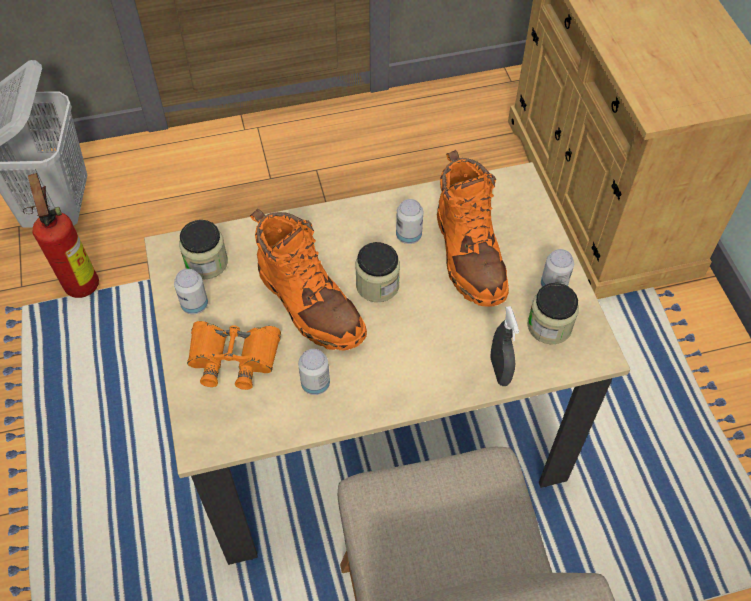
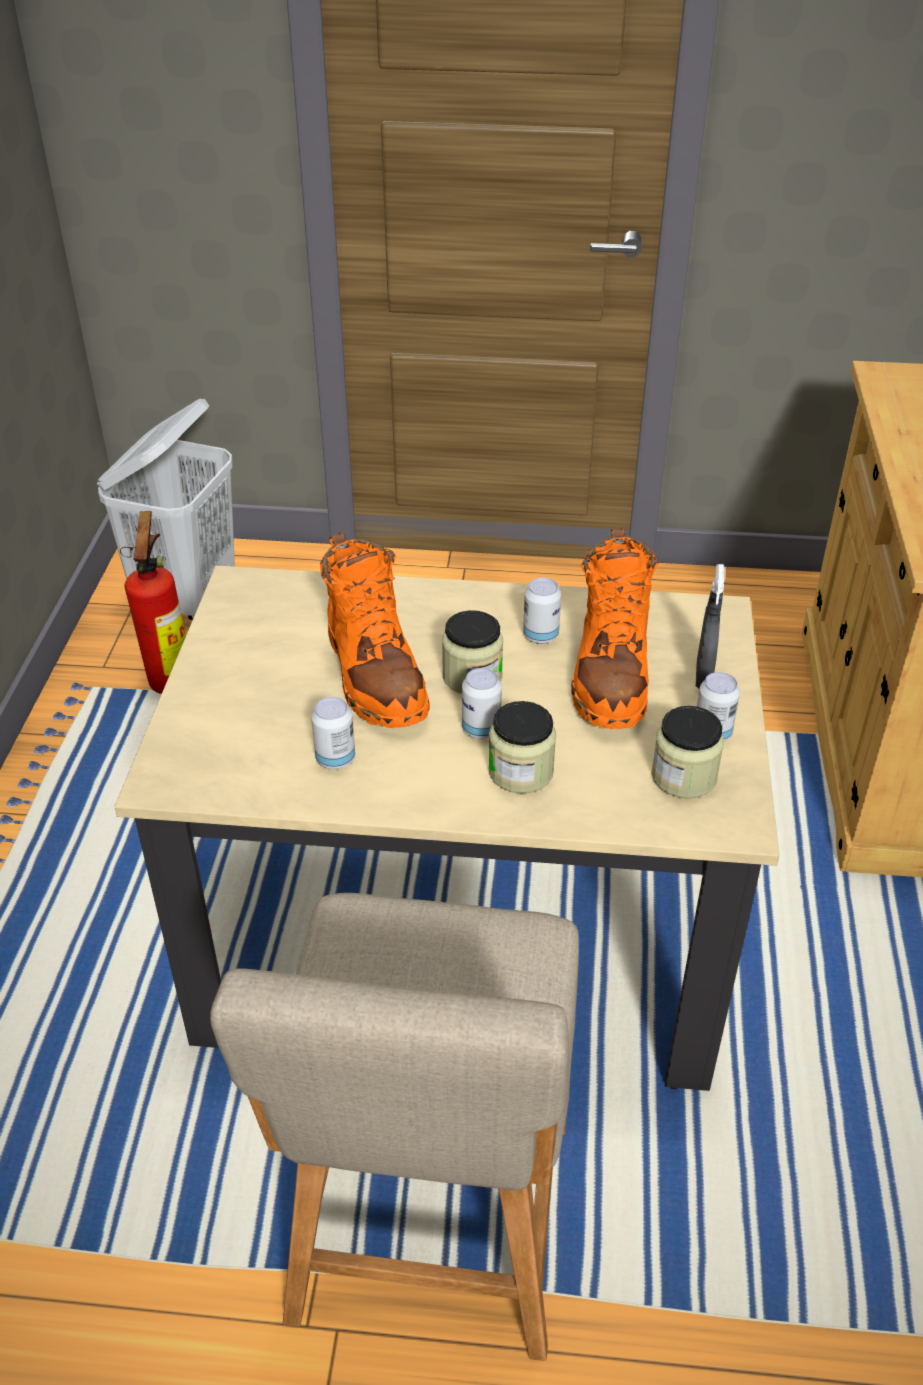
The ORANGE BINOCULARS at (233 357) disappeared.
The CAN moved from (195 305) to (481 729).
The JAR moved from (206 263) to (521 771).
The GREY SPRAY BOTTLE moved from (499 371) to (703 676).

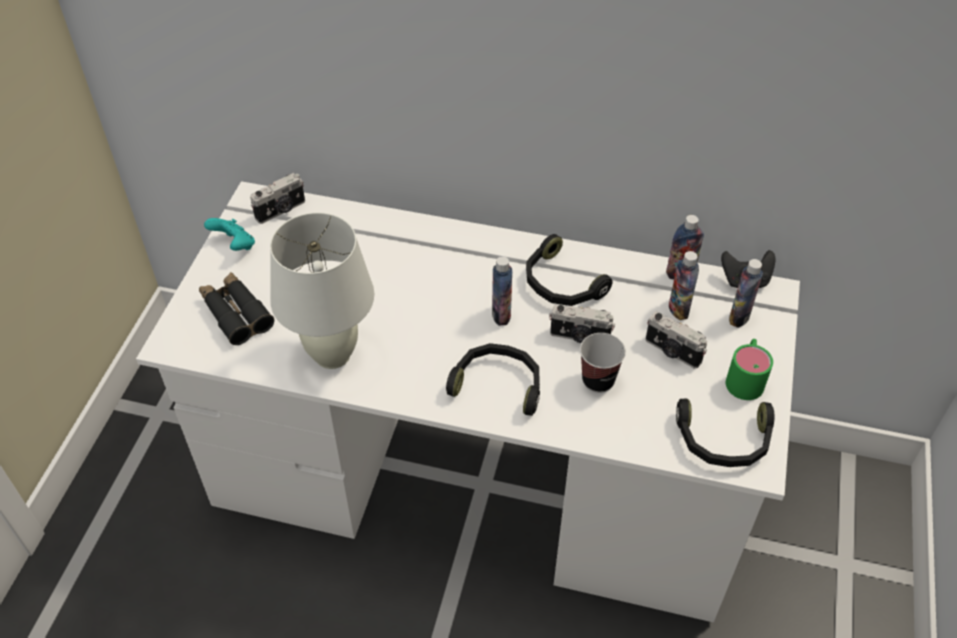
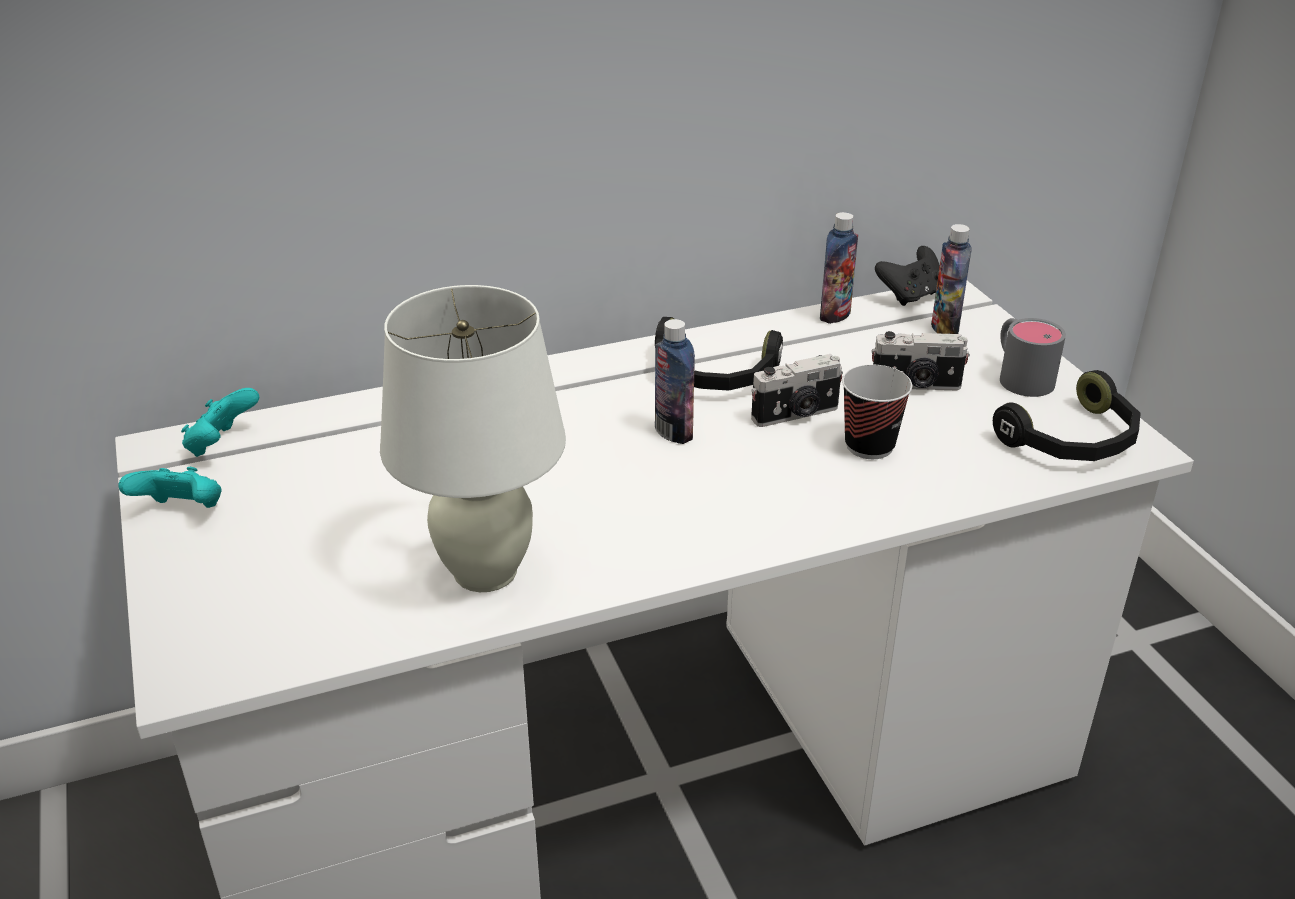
The BLACK BINOCULARS at (236 313) disappeared.
The BLACK HEADPHONES at (498 384) disappeared.
The BOTTLE at (678 309) disappeared.
The PHOTO CAMERA at (281 211) was replaced by the TURQUOISE GAME CONTROLLER at (222 445).
The GREEN MUG at (745 377) became the GREY MUG at (1019 375).

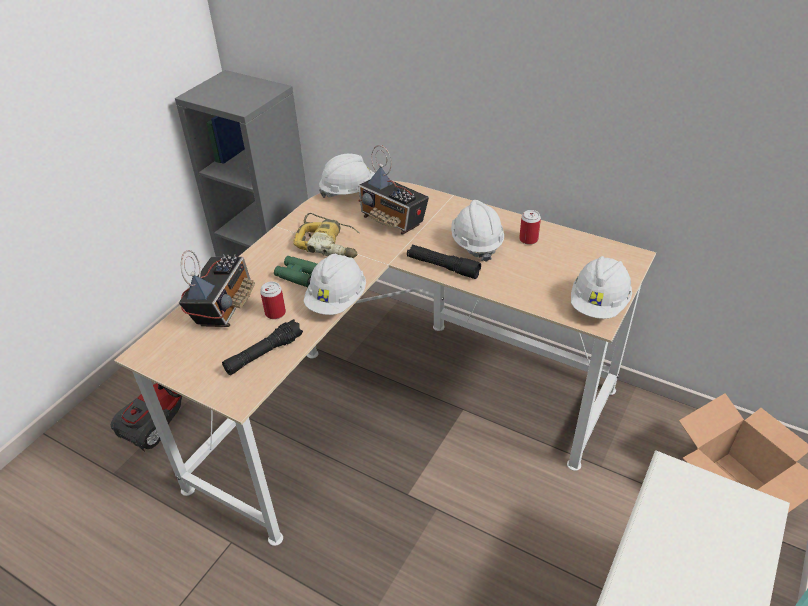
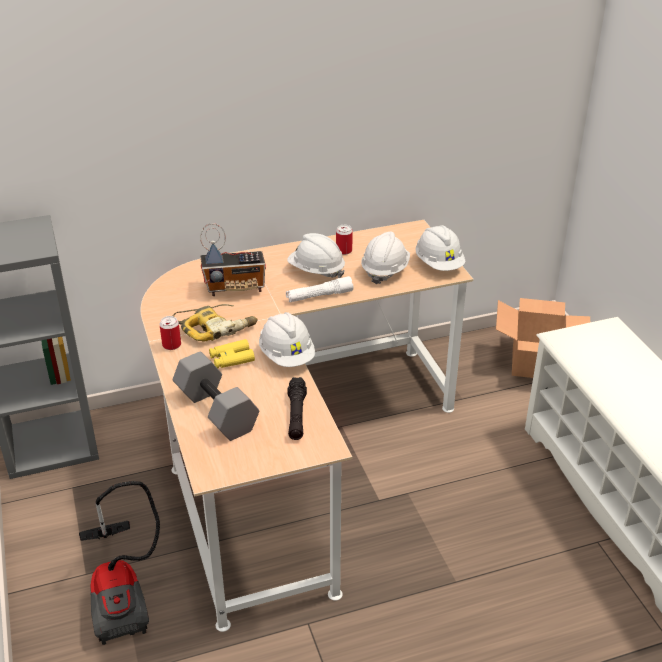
The CAN moved from (275 313) to (171 345).
The WHITE HARD HAT moved from (350 192) to (385 270).
The RADIO at (223 308) was replaced by the GREY DUMBBELL at (214 411).
The GREEN BINOCULARS at (299 275) became the YELLOW BINOCULARS at (231 359).
The BLACK FLASHLIGHT at (443 267) became the WHITE FLASHLIGHT at (319 296).

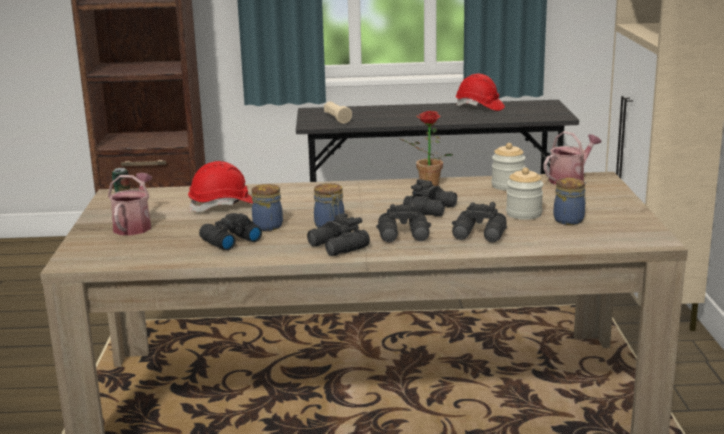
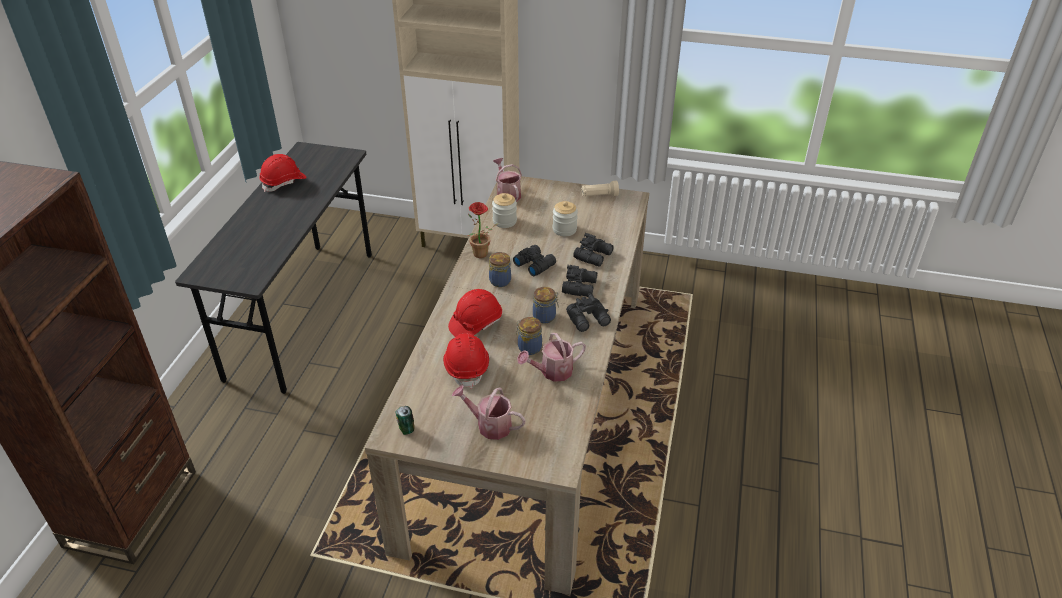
The RED HARD HAT at (475 323) appeared.
The BEIGE FLASHLIGHT moved from (337 119) to (599 196).
The JAR moved from (570 220) to (500 280).
The BLACK BINOCULARS at (229 241) was replaced by the WATERING CAN at (552 372).

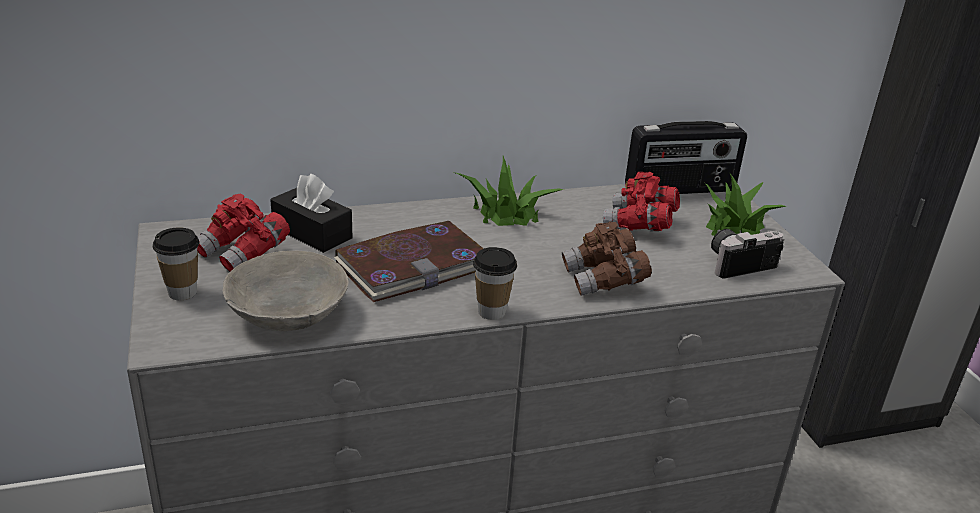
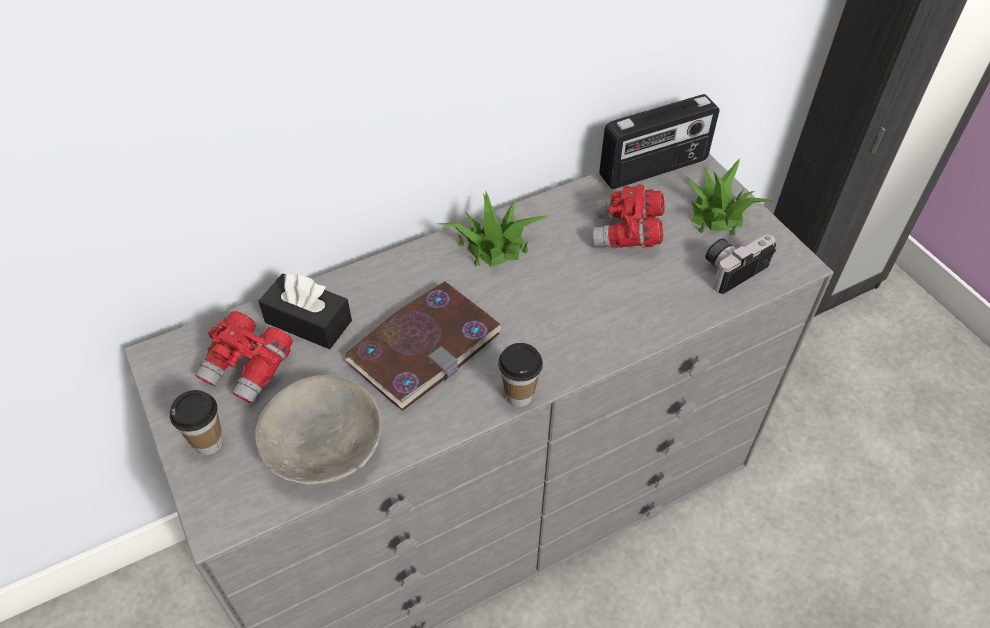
The BROWN BINOCULARS at (604 280) disappeared.

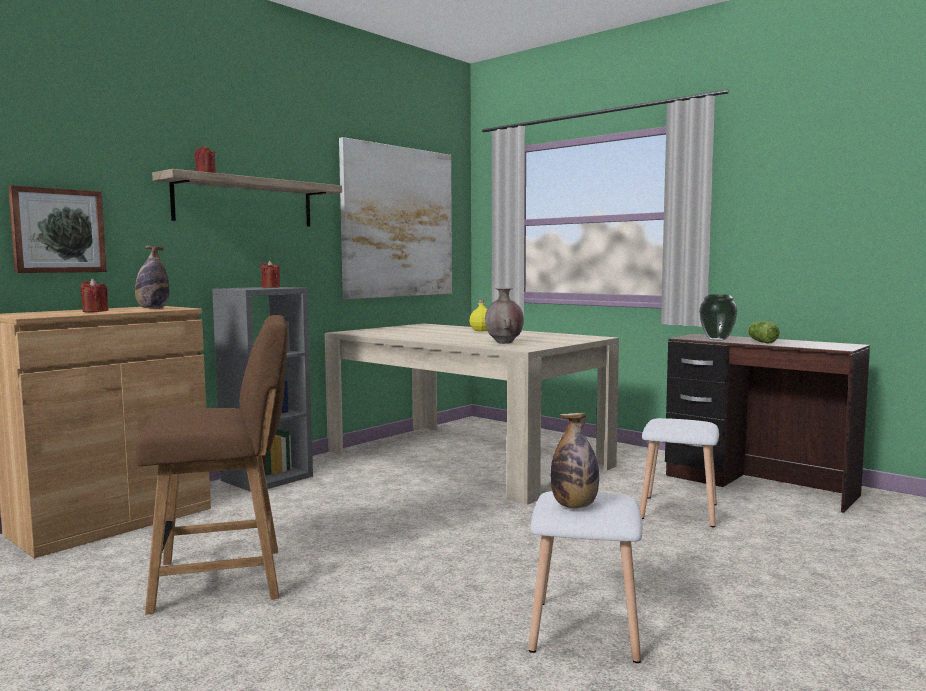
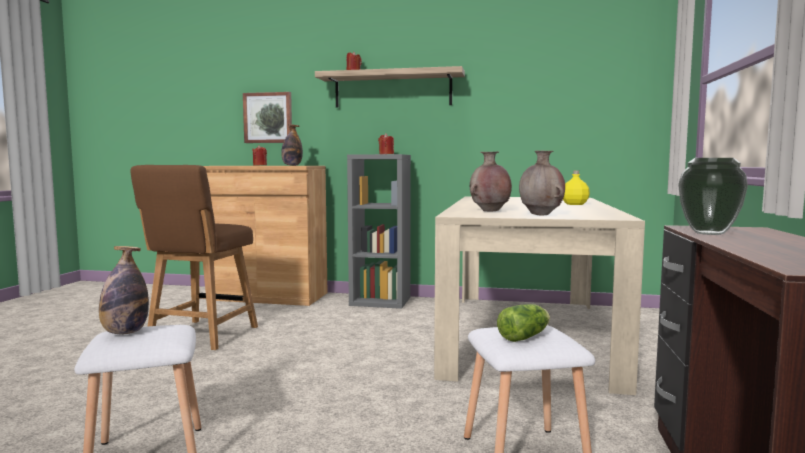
The PICTURE at (398 222) disappeared.
The BROWN VASE at (541 214) appeared.
The LETTUCE moved from (761 342) to (526 336).
The BROWN CHAIR at (227 578) turned 60 degrees clockwise.

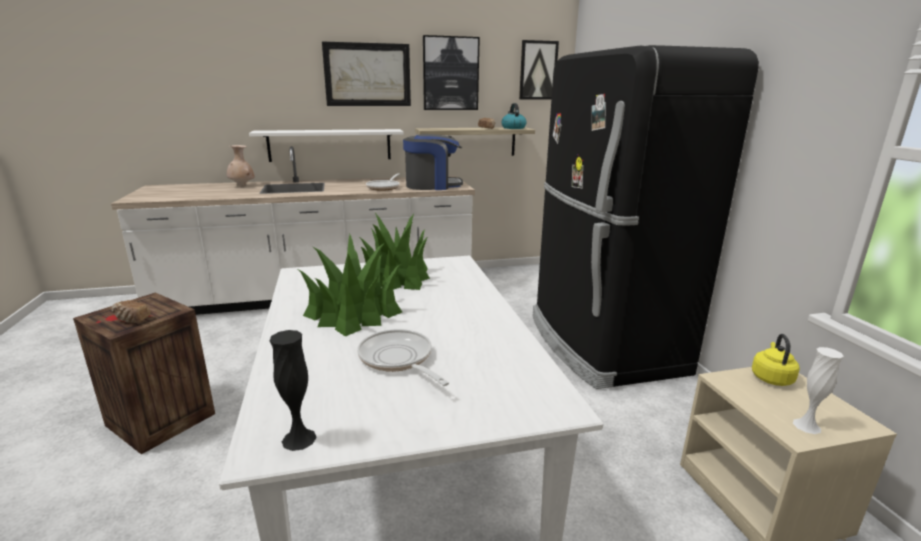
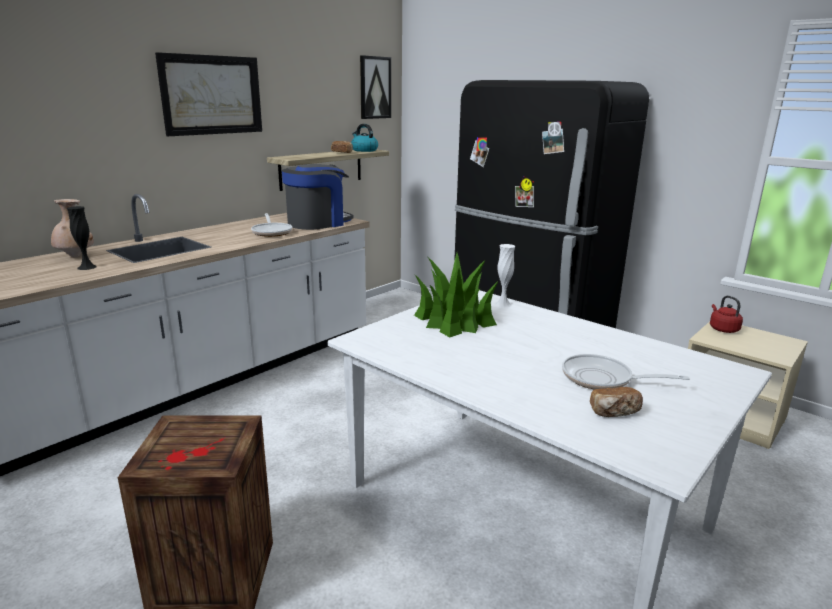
The WHITE SHELF at (330 145) disappeared.
The POTTED PLANT at (354 313) disappeared.
The PICTURE at (450 74) disappeared.
The BREAD moved from (131 319) to (615 412).
The BLACK VASE moved from (299 439) to (87 267).
The WHITE VASE moved from (806 426) to (503 304).
The YELLOW KETTLE at (771 377) became the RED KETTLE at (722 329).

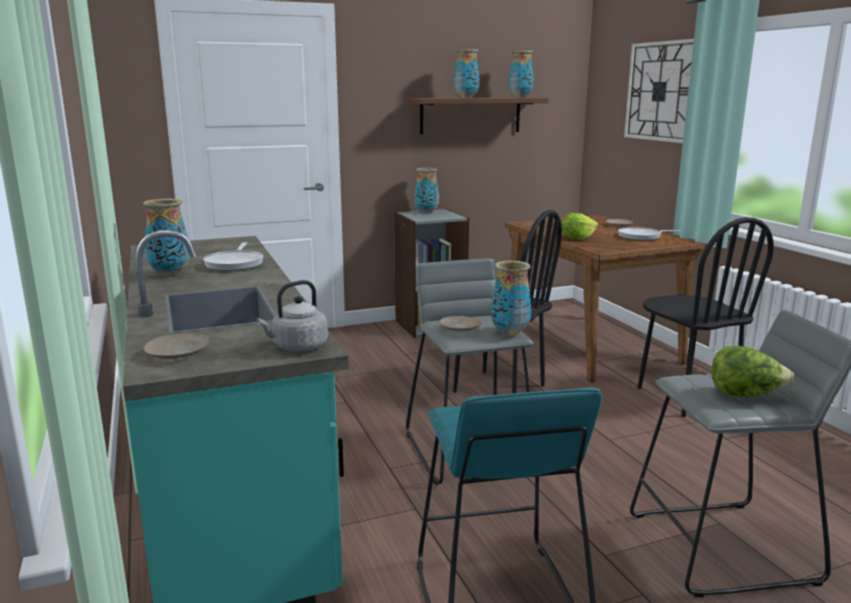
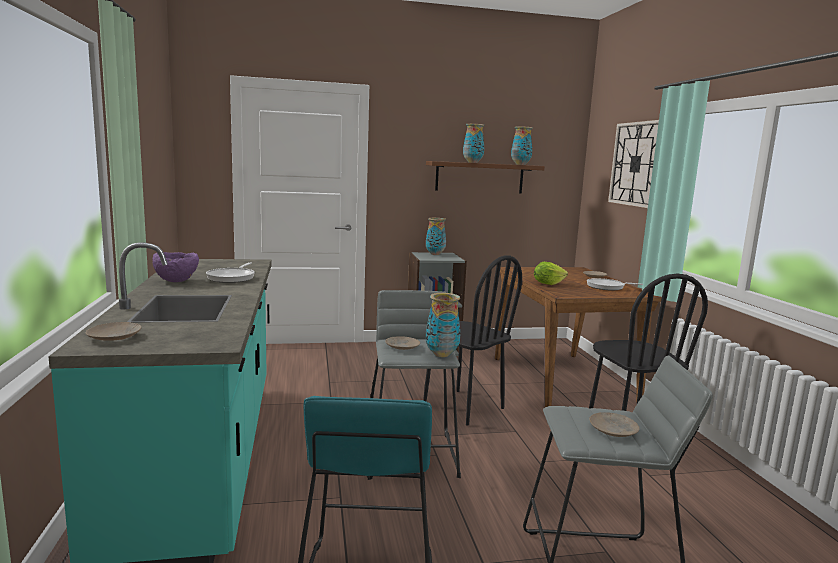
The GREY KETTLE at (297 347) disappeared.
The VASE at (171 274) was replaced by the PURPLE BOWL at (177 281).
The LETTUCE at (745 395) was replaced by the BEIGE PLATE at (613 430).

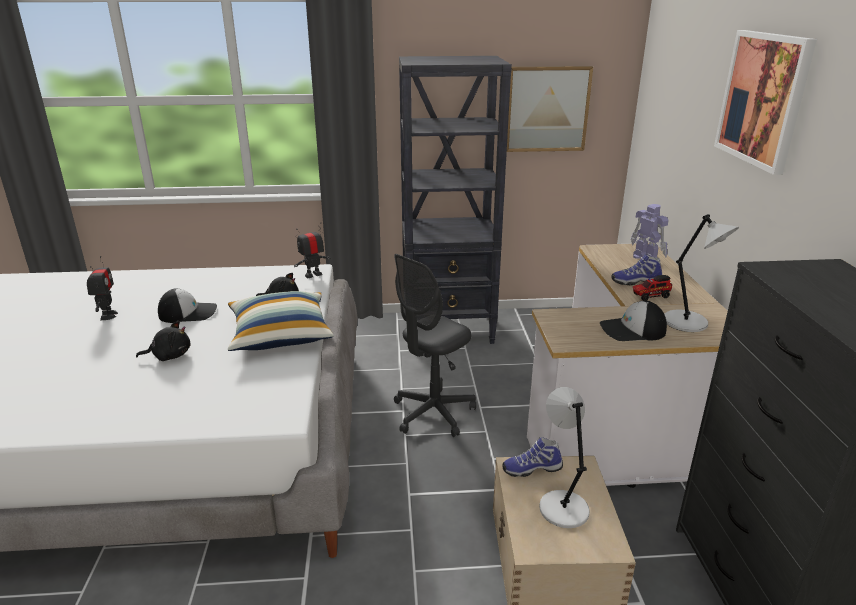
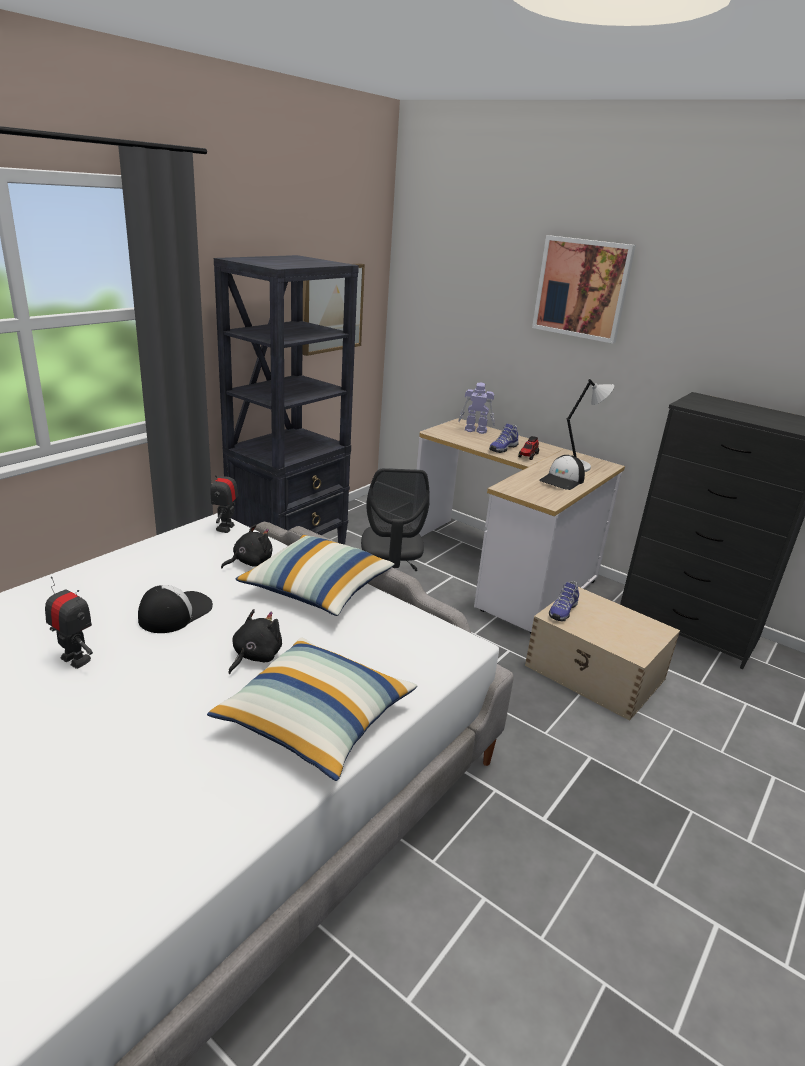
The GREY TABLE LAMP at (562 507) disappeared.
The PILLOW at (316 721) appeared.

